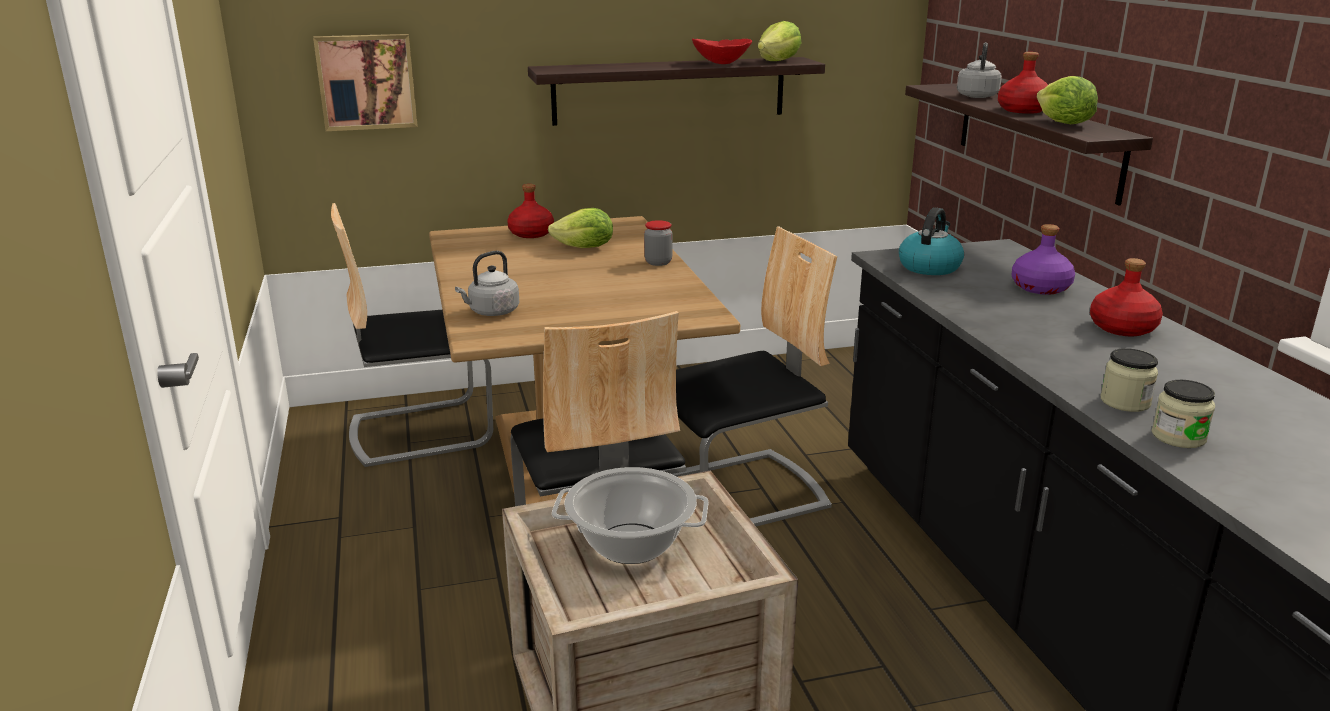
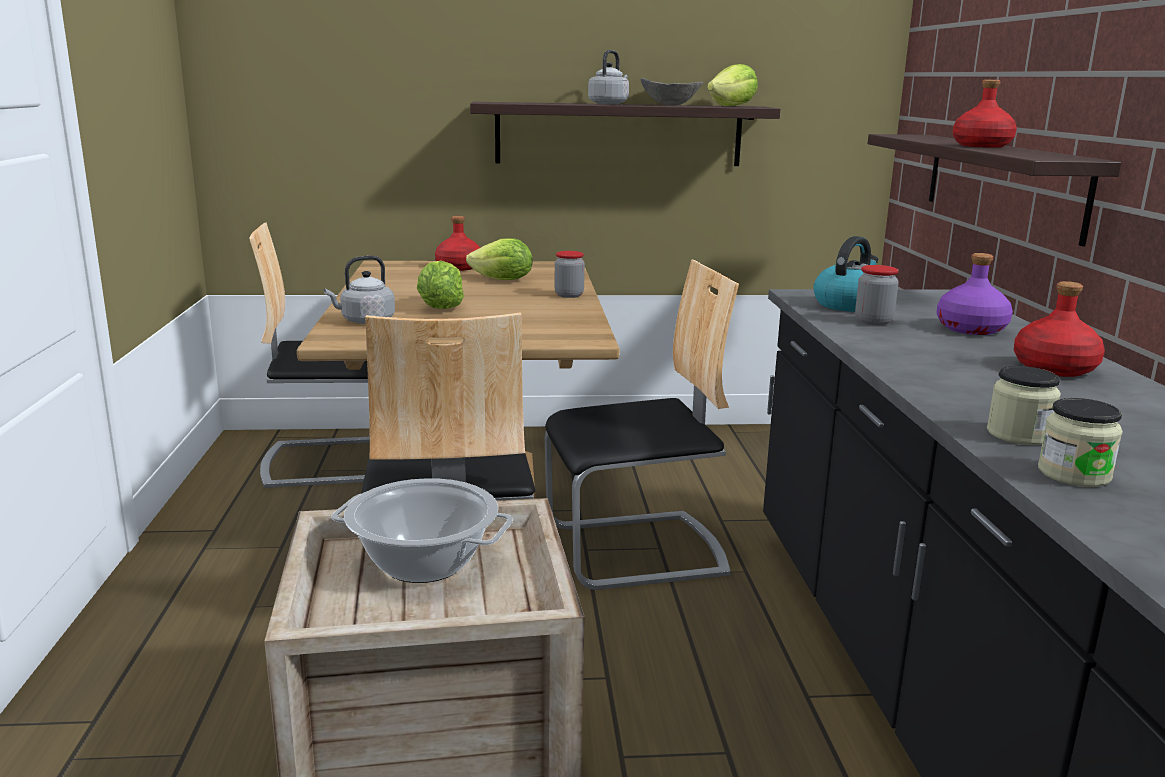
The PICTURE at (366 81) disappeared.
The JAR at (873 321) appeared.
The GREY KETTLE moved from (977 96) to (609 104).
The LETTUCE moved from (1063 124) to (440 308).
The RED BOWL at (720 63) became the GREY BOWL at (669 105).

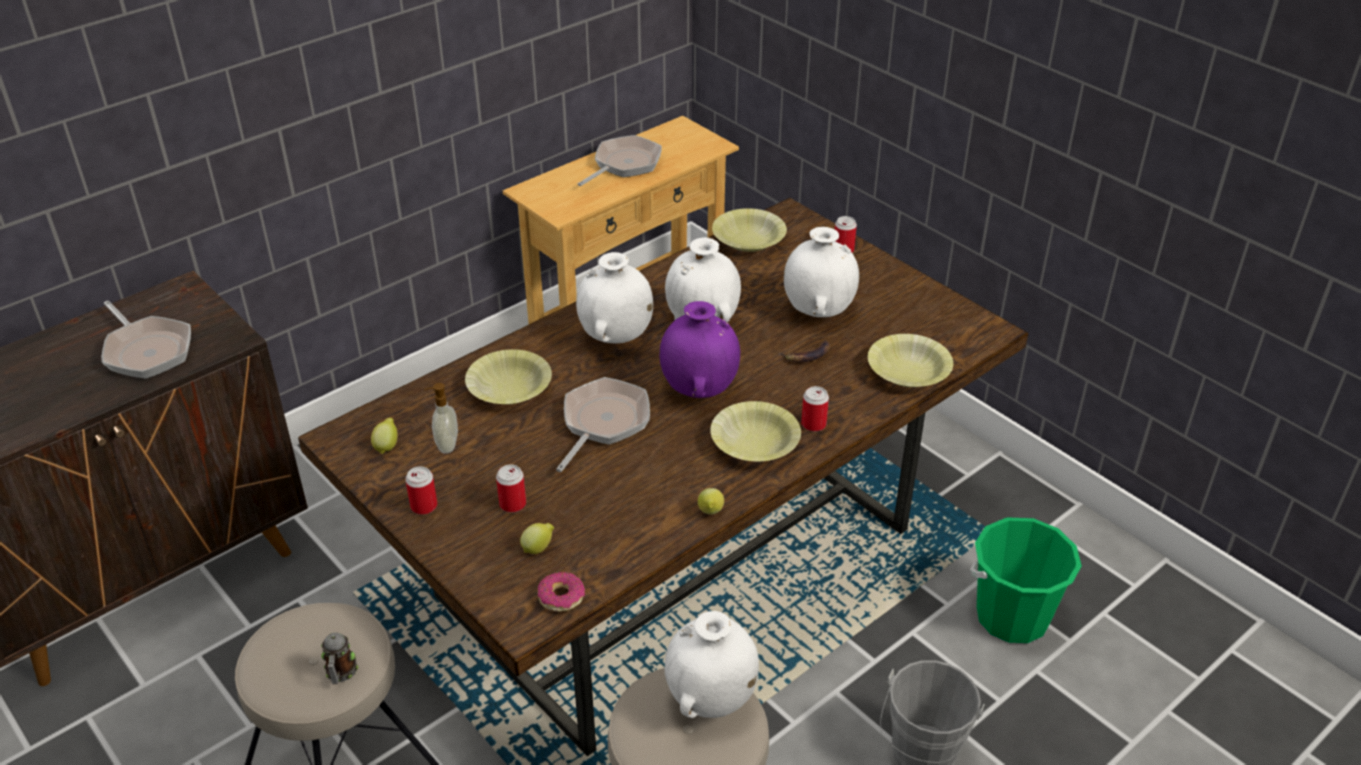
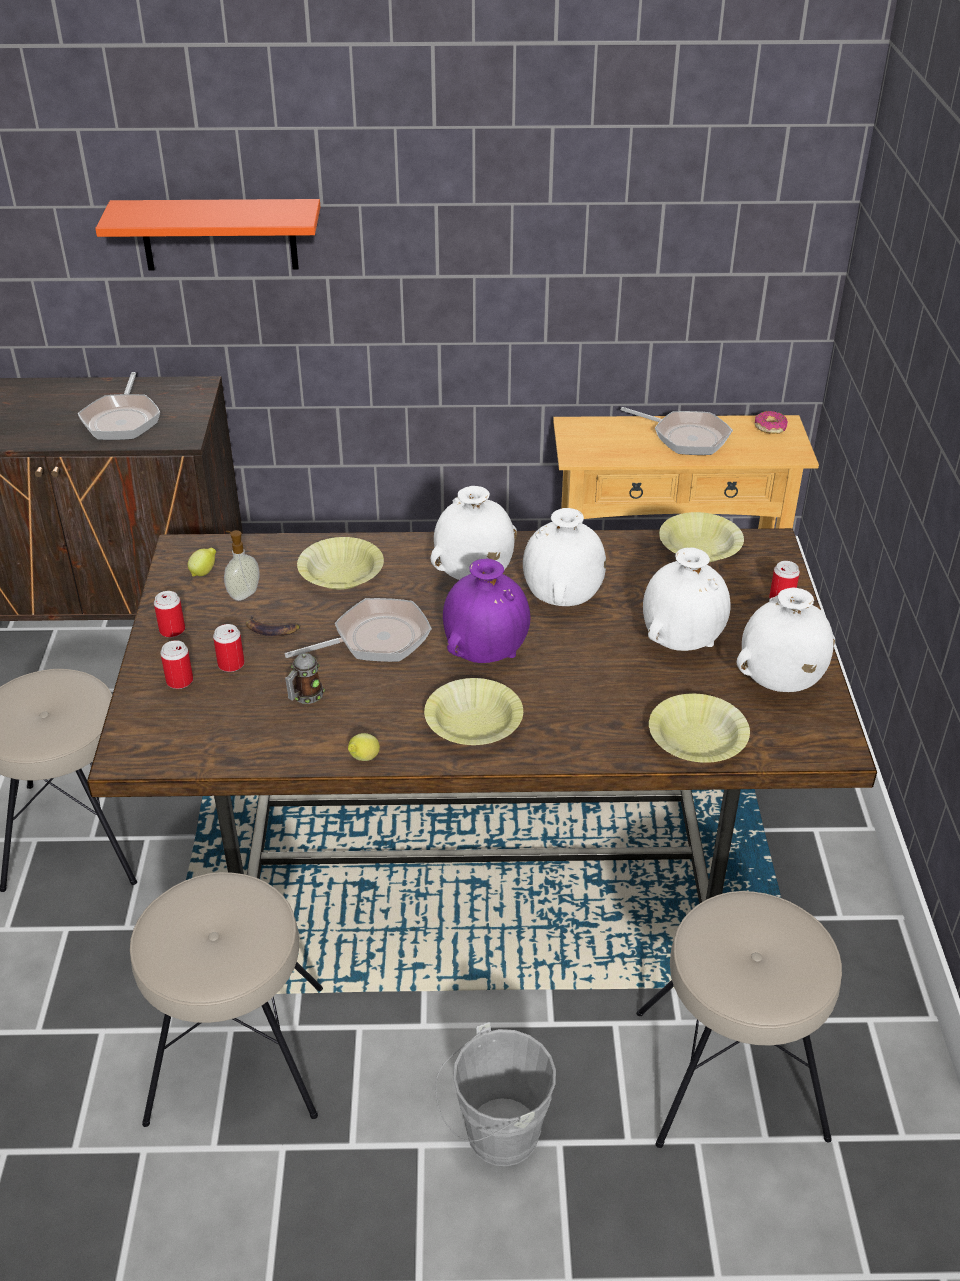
The LEMON at (538 548) disappeared.
The ORANGE SHELF at (219 234) appeared.
The MUG moved from (341 673) to (305 696).
The DONUT moved from (561 597) to (770 427).
The WHITE VASE moved from (710 700) to (779 684).
The BANANA moved from (807 355) to (271 629).
The CAN moved from (813 424) to (180 681).
The GREEN BUCKET at (1012 616) was replaced by the BEIGE STOOL at (730 1075).
The FRYING PAN at (624 164) turned 45 degrees clockwise.

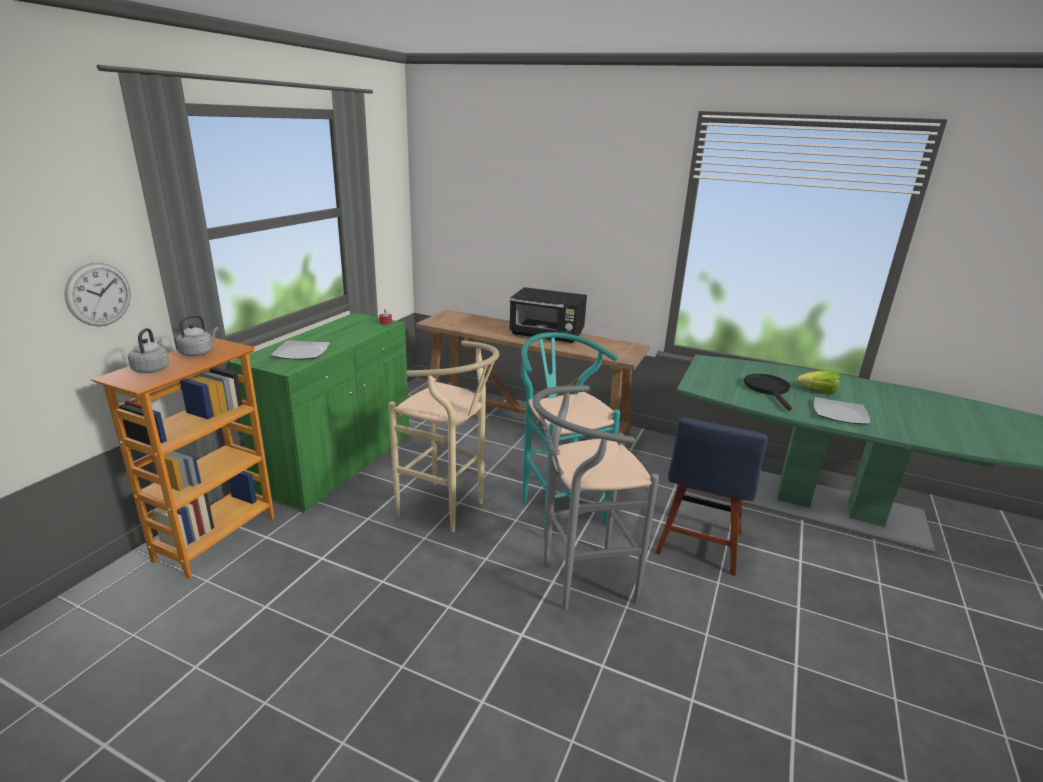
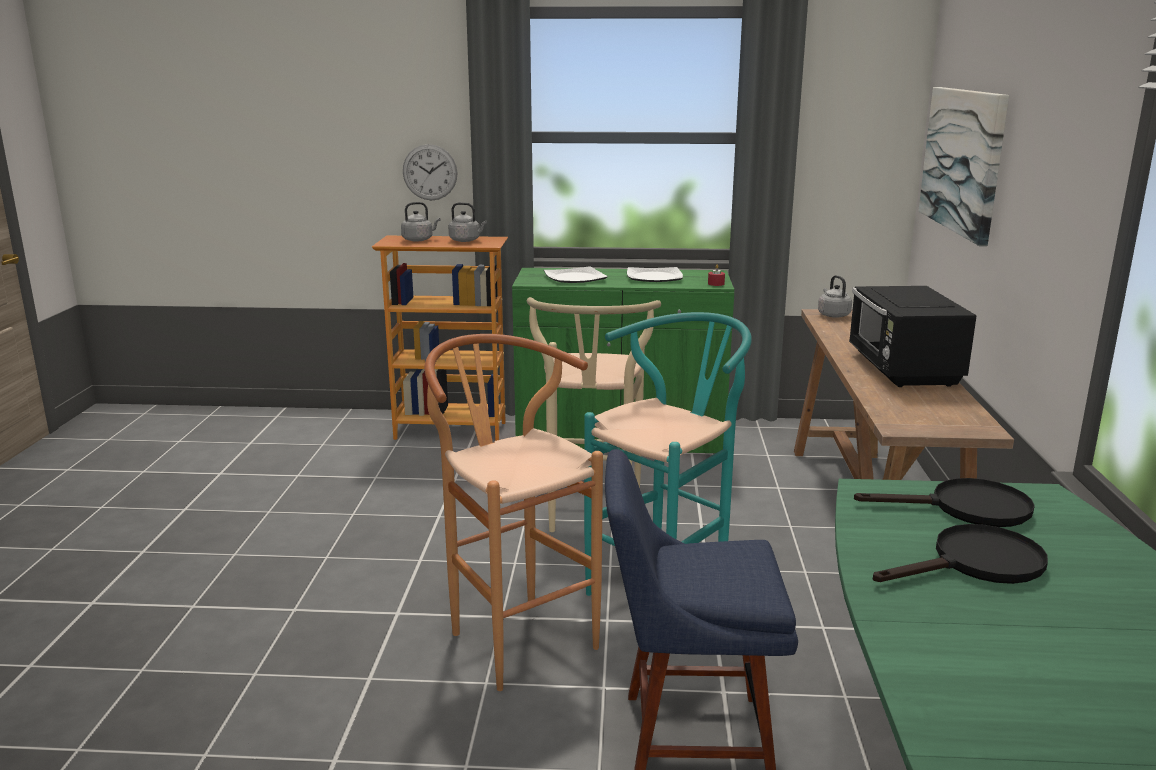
The LETTUCE at (818 392) disappeared.
The GREY KETTLE at (832 315) appeared.
The BLACK FRYING PAN at (966 509) appeared.
The PICTURE at (962 160) appeared.
The PLATE moved from (839 413) to (653 277).
The GREY STOOL at (578 582) became the BROWN STOOL at (513 636).

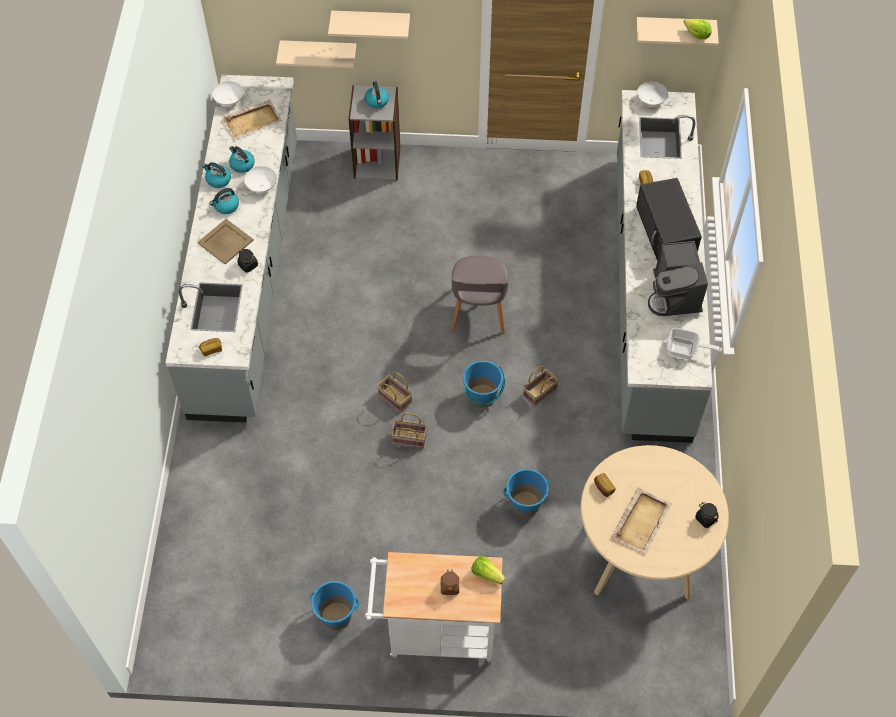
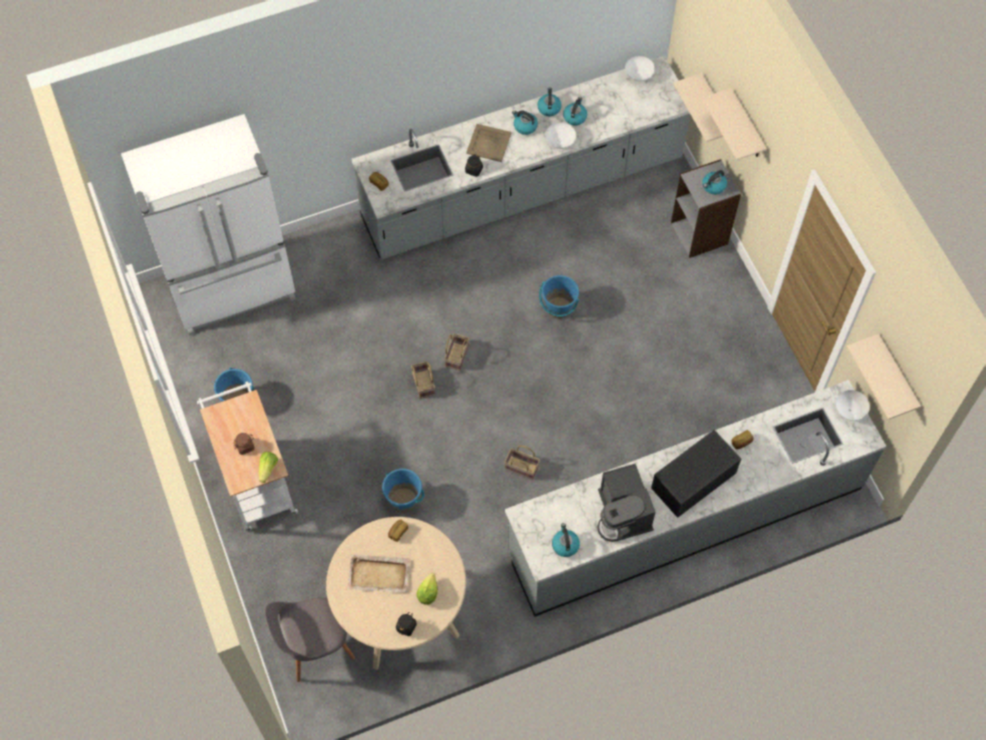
The BEIGE TRAY at (252 121) disappeared.
The WHITE FRIDGE at (233 290) appeared.
The GREY CHAIR moved from (478 311) to (314 646).
The BLUE BUCKET moved from (482 396) to (558 308).
The LETTUCE moved from (697 35) to (428 593).
The FRYING PAN at (685 350) was replaced by the KETTLE at (565 545).
The COFFEE MACHINE at (674 295) turned 75 degrees counterclockwise.

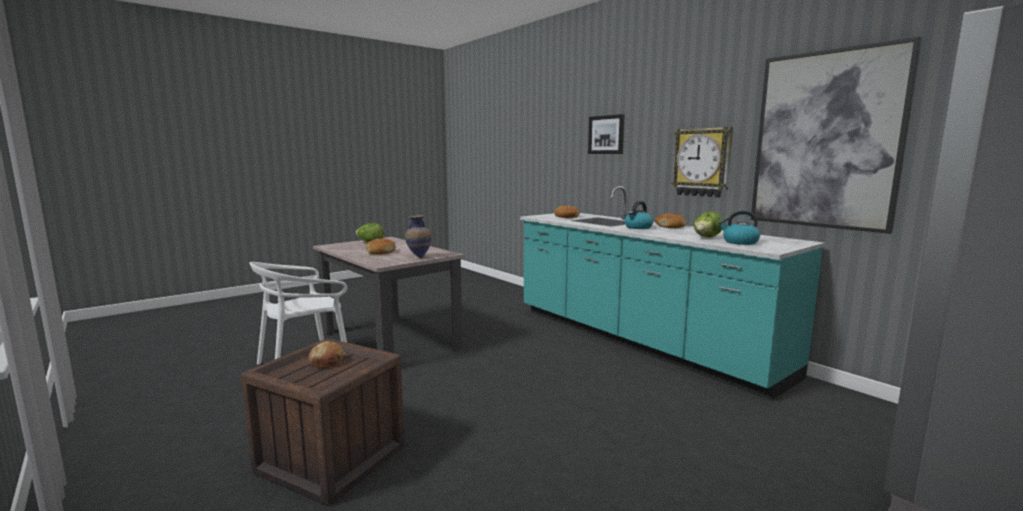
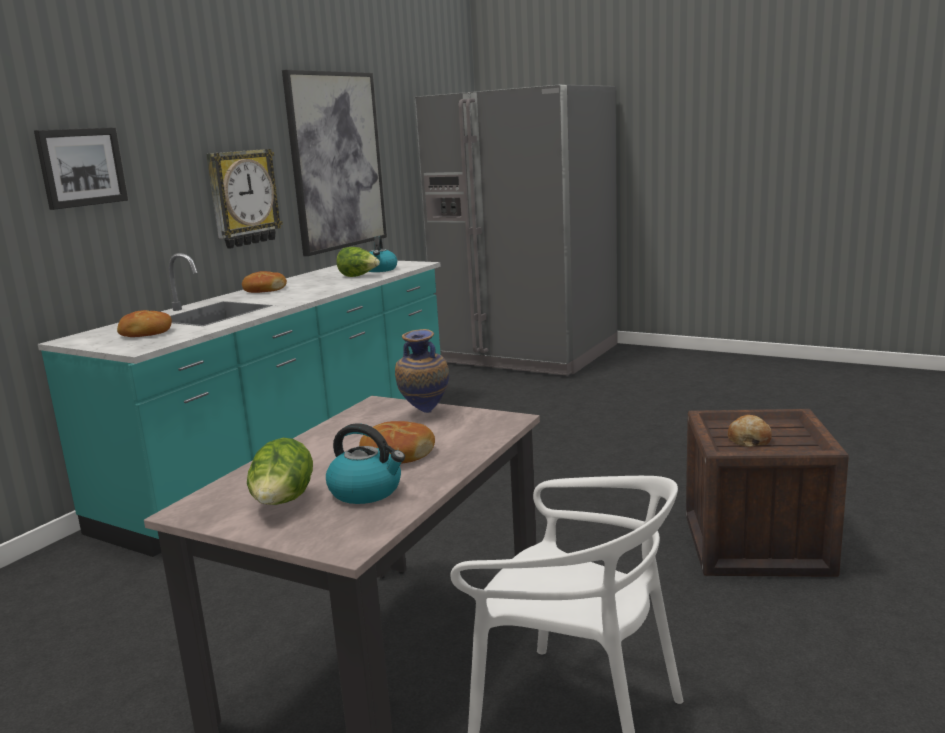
The KETTLE moved from (638 227) to (367 491).

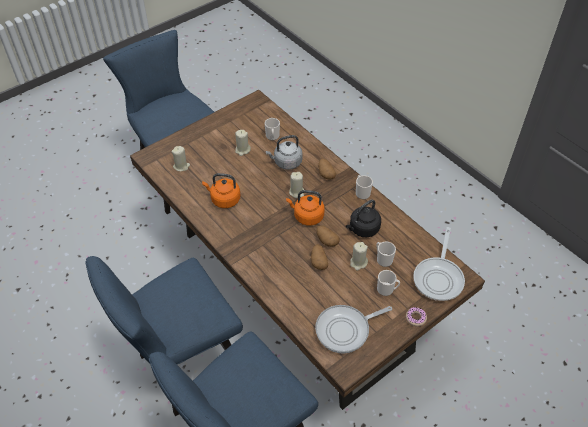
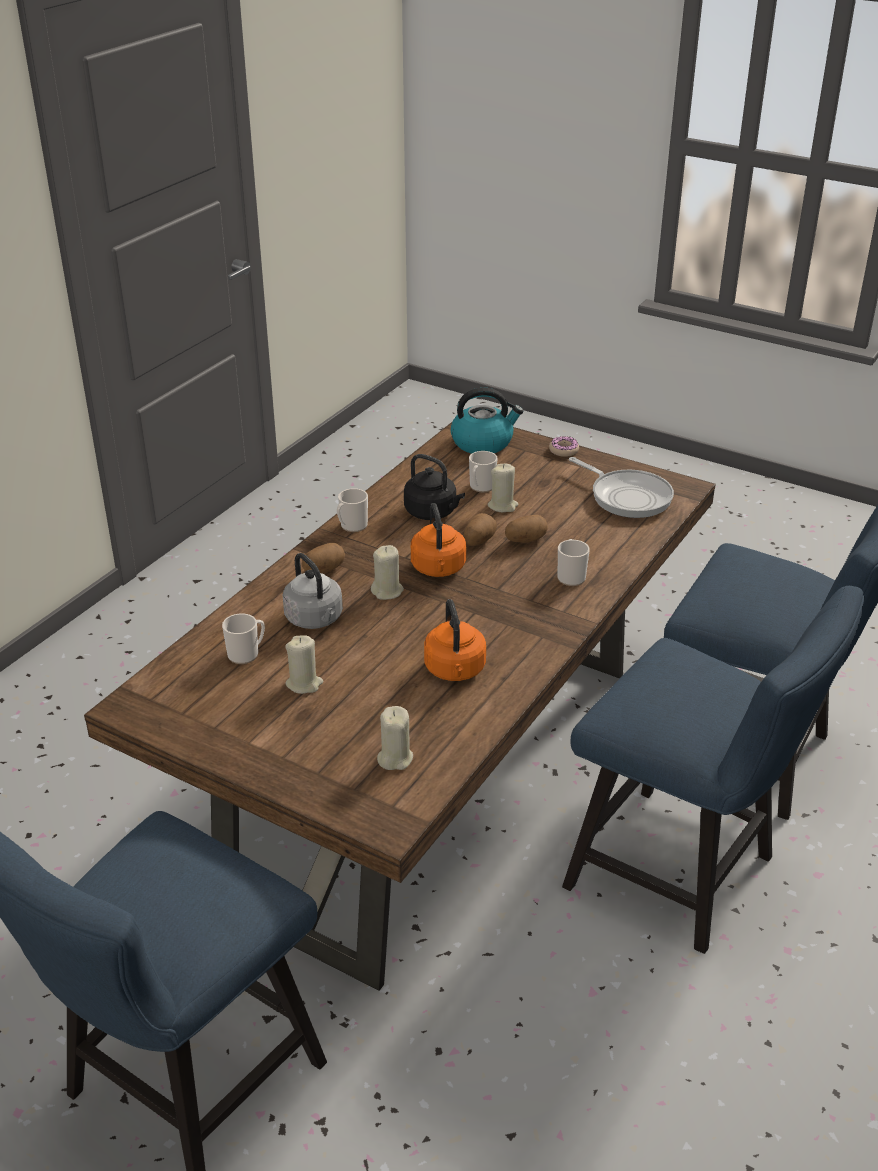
The MUG moved from (387 289) to (570 576).
The FRYING PAN at (439 278) was replaced by the KETTLE at (483 442).

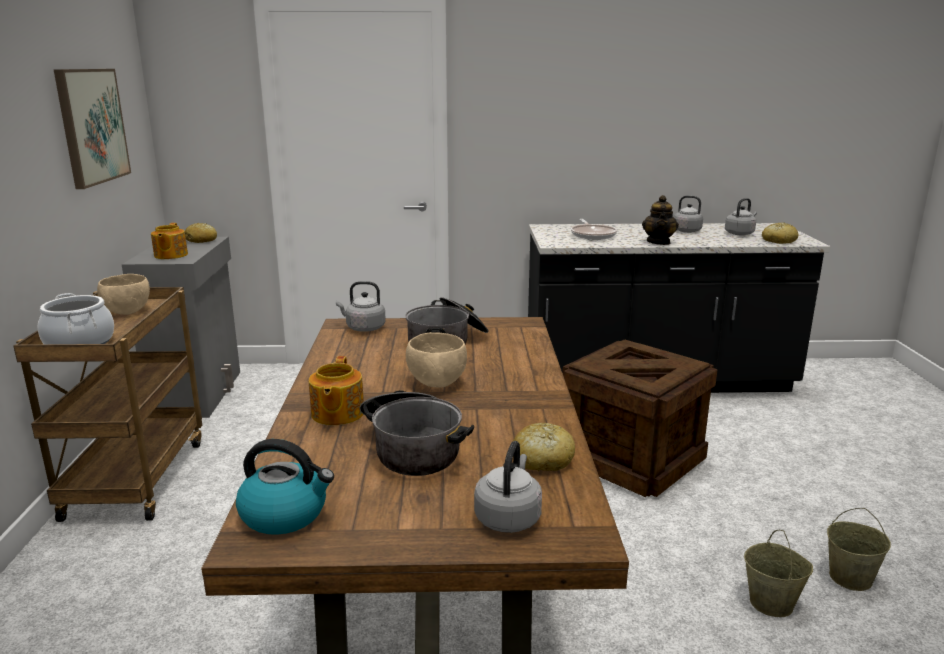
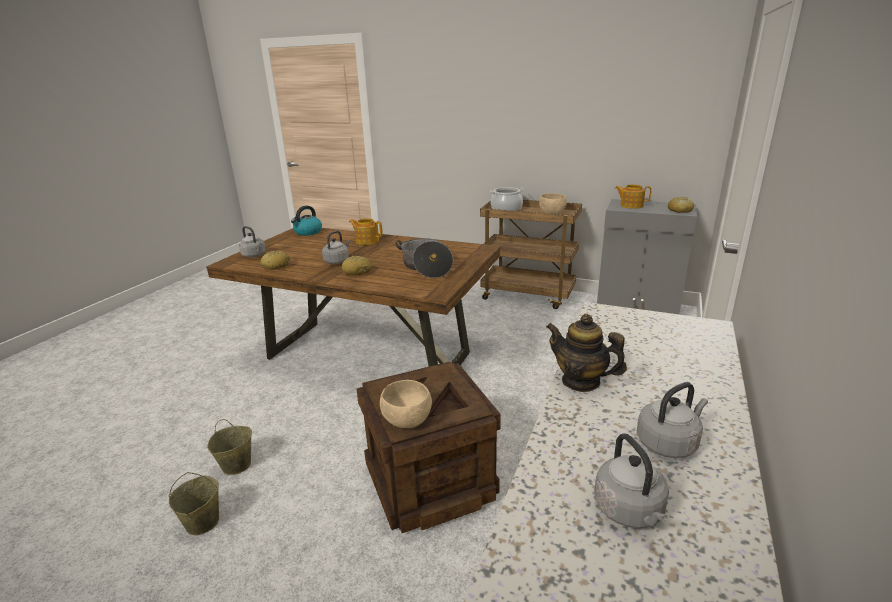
The PICTURE at (92 126) disappeared.
The COOKING POT at (412 448) disappeared.
The FRYING PAN at (592 235) disappeared.
The GREY KETTLE moved from (363 328) to (337 261).
The BEIGE BOWL moved from (436 383) to (407 421).
The BREAD moved from (778 241) to (357 272).

